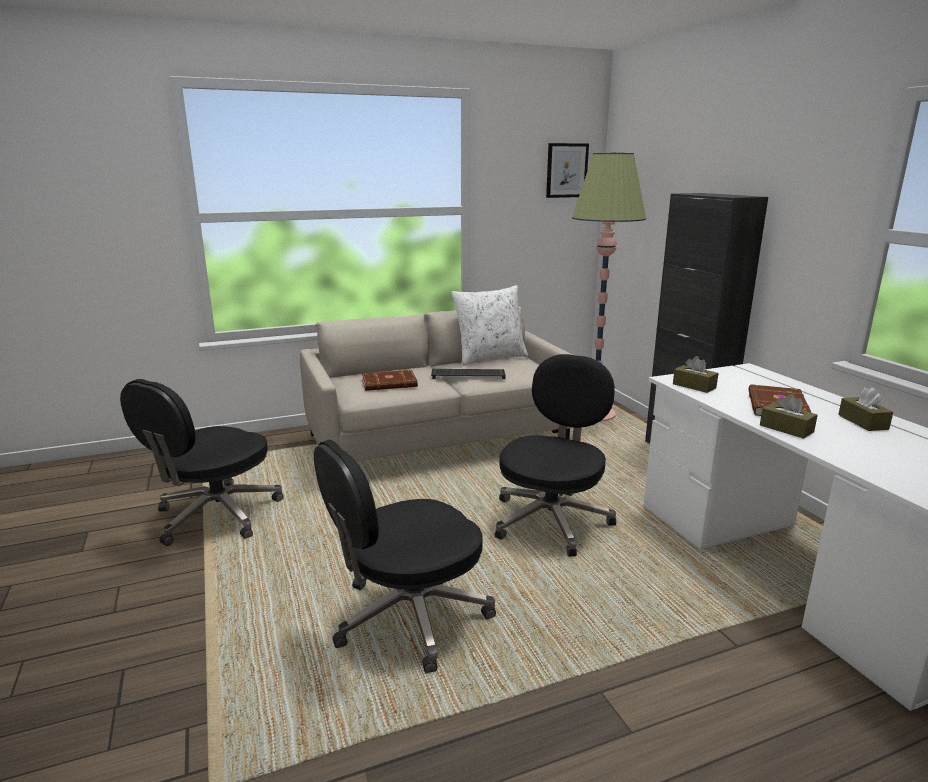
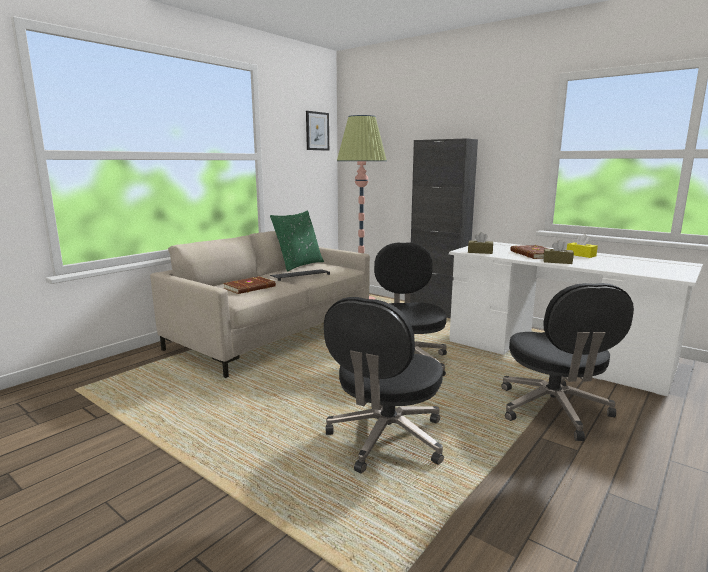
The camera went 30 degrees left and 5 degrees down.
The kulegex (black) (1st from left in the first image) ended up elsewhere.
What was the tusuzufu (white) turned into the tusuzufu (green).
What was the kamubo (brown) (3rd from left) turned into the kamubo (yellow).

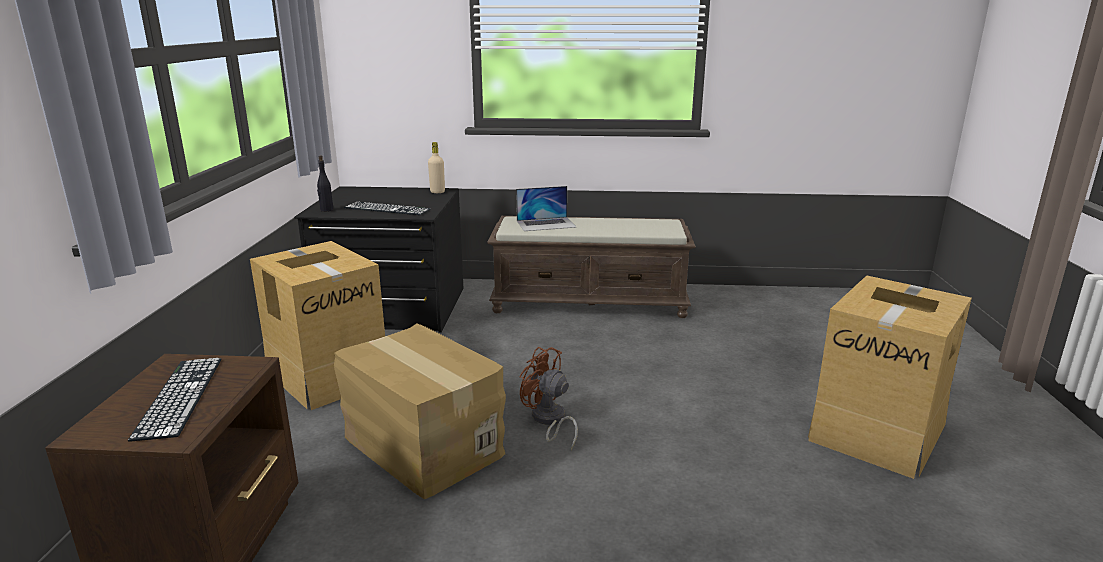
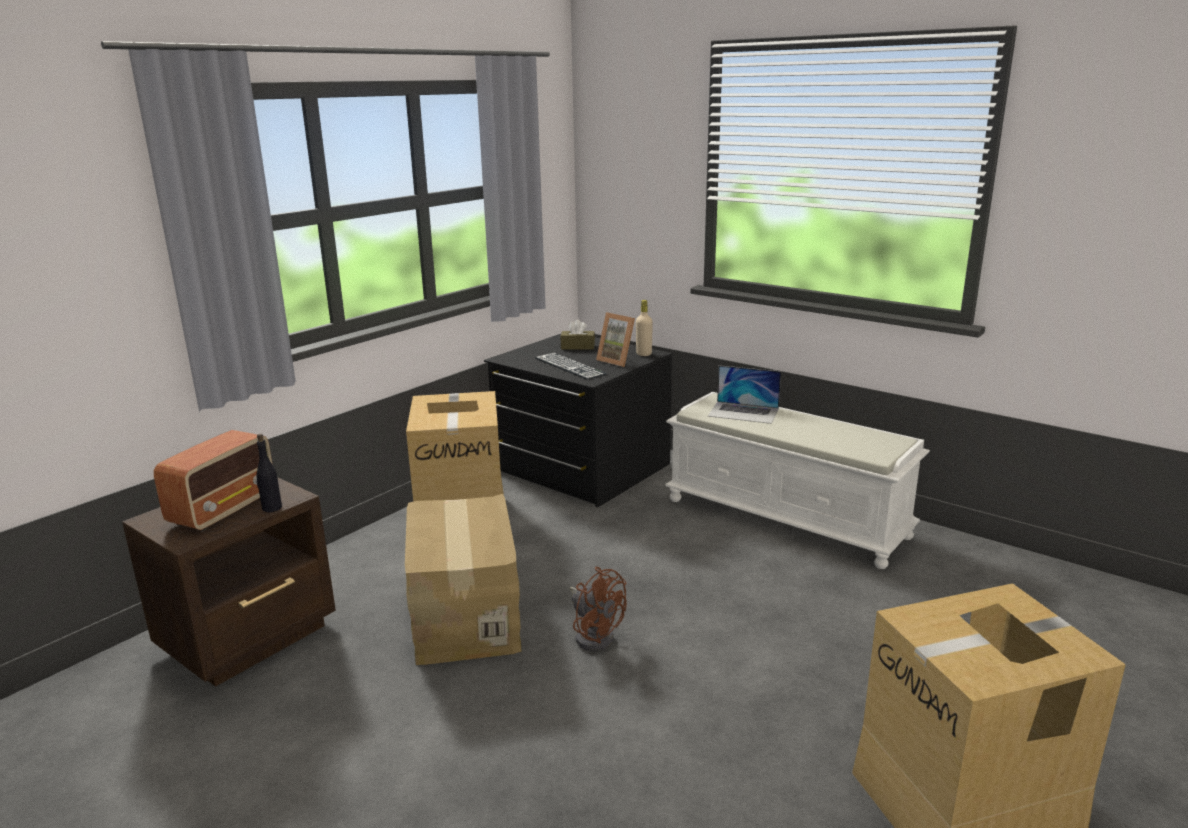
The camera went 35 degrees right and 0 degrees up.
Where the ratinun (1st from left) stood, the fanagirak came to stand.
The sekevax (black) ended up elsewhere.
What was the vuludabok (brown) turned into the vuludabok (white).
The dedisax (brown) ended up facing another way, 150 degrees clockwise from before.
The second view gained the kamubo (brown).
The second view gained the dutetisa.

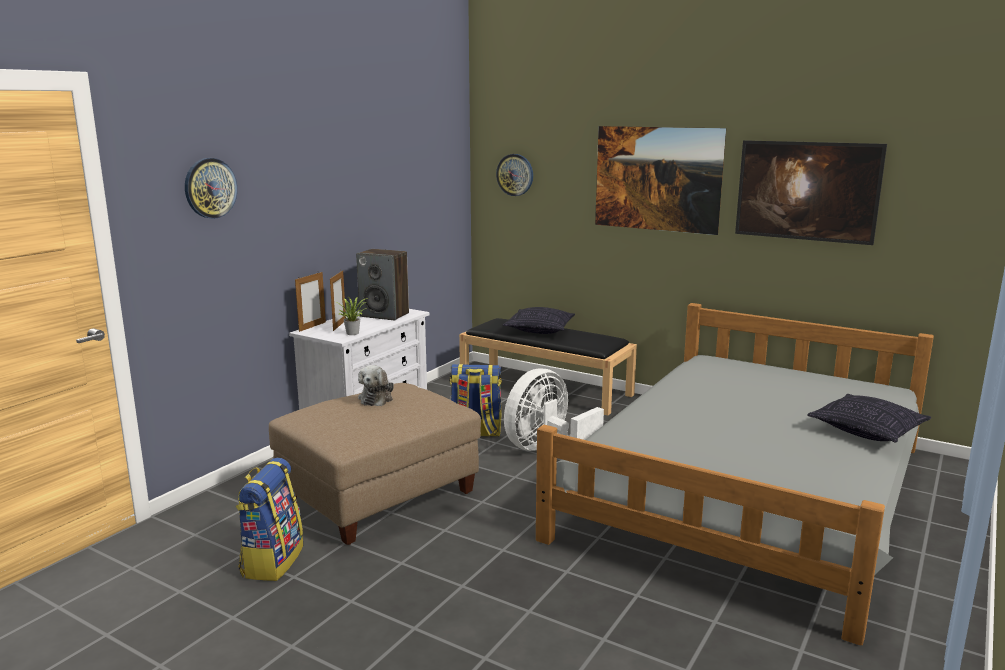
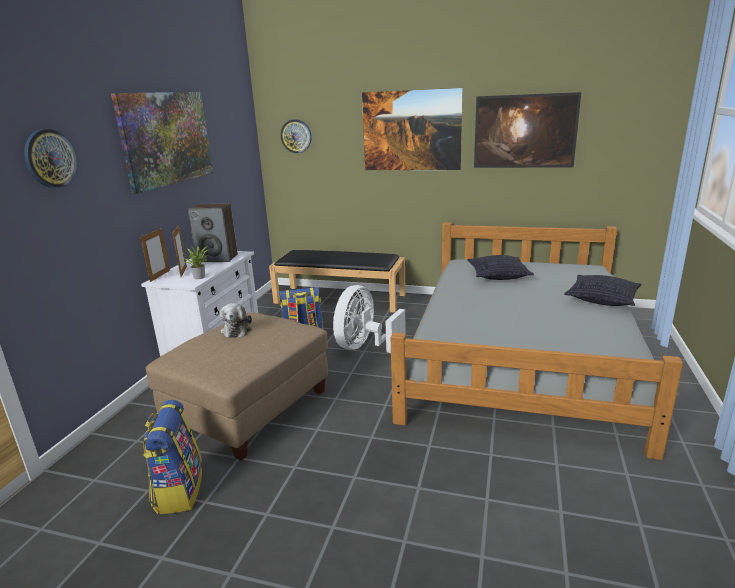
The camera went 15 degrees left and 5 degrees up.
The tusuzufu (1st from left) ended up elsewhere.
The second view gained the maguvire (1st from left).

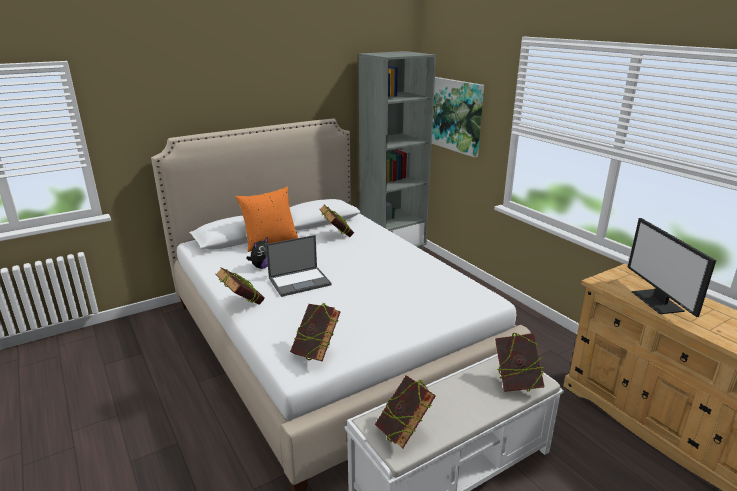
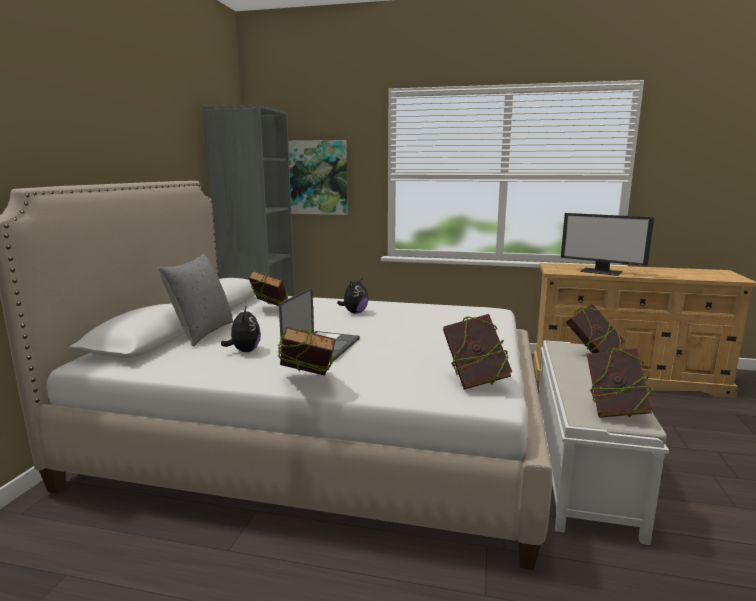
The camera went 45 degrees left and 10 degrees down.
What was the tusuzufu (orange) turned into the tusuzufu (grey).
The second view gained the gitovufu (2nd from left).

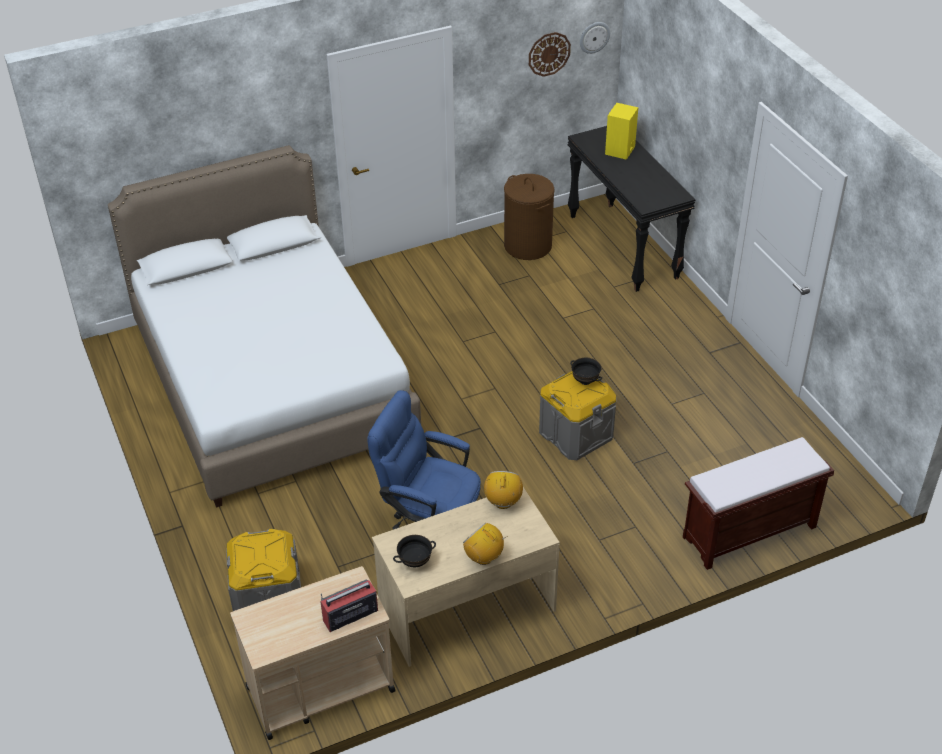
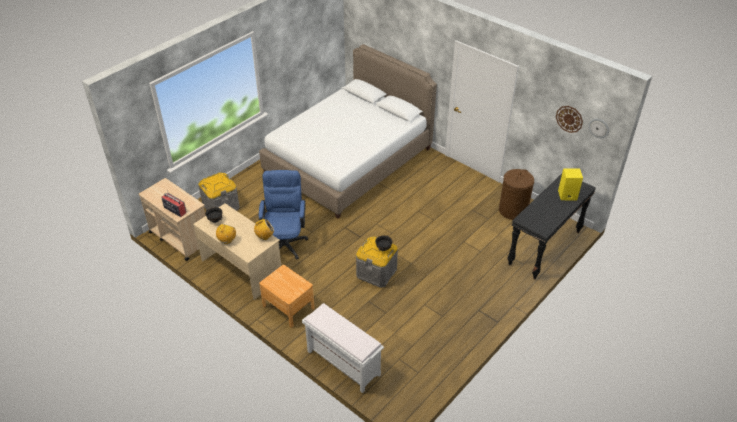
The camera went 65 degrees right and 0 degrees up.
What was the vuludabok (brown) turned into the vuludabok (white).
The second view gained the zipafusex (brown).

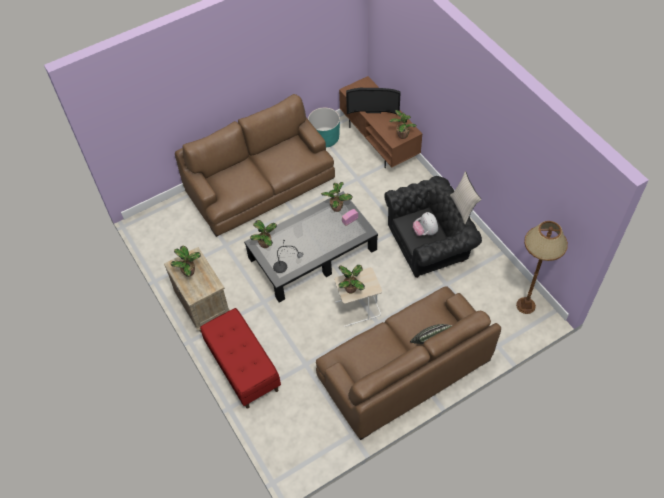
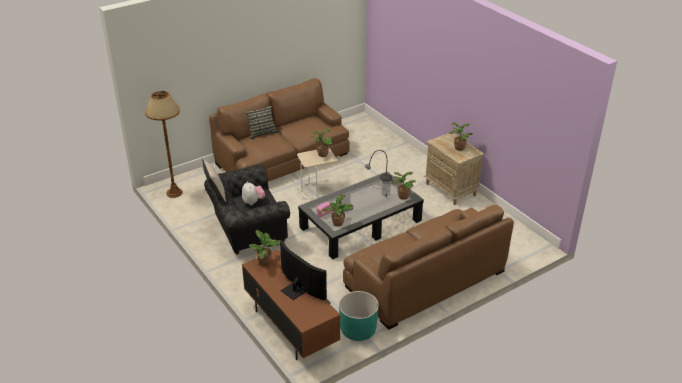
The camera went 175 degrees right and 20 degrees down.
The second view lost the vuludabok (red).
The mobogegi ended up facing another way, 45 degrees clockwise from before.

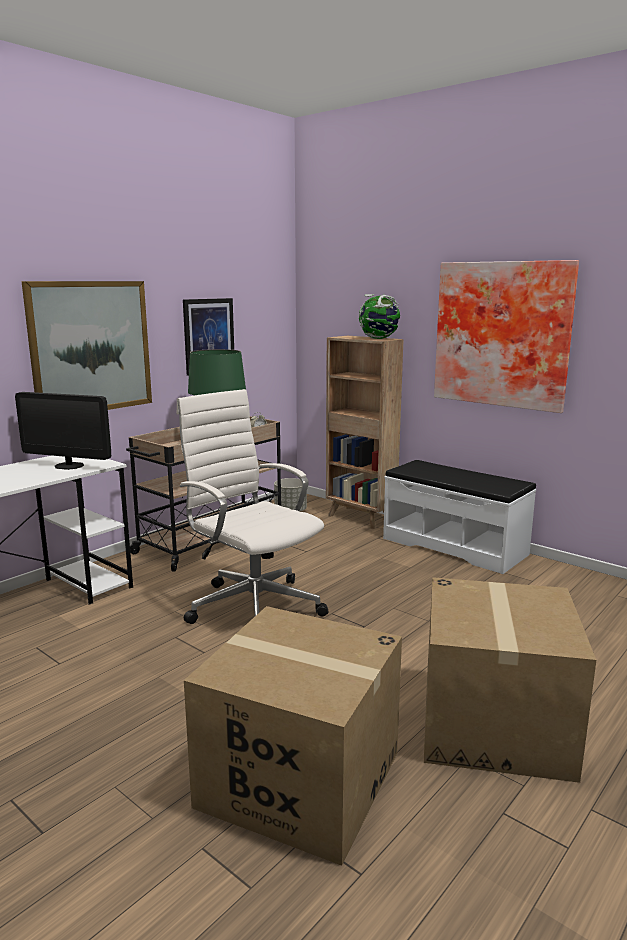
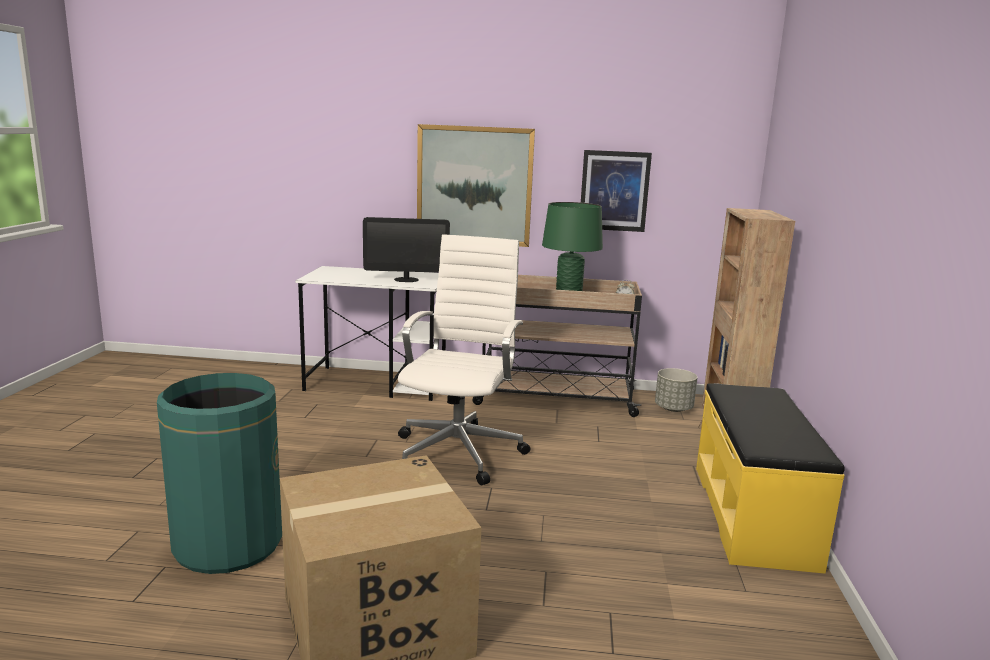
The camera went 55 degrees right and 0 degrees up.
The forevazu ended up facing another way, 75 degrees counterclockwise from before.
Where the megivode (1st from left) stood, the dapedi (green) came to stand.
The second view lost the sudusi.
What was the vuludabok (white) turned into the vuludabok (yellow).
The second view lost the maguvire (3rd from left).

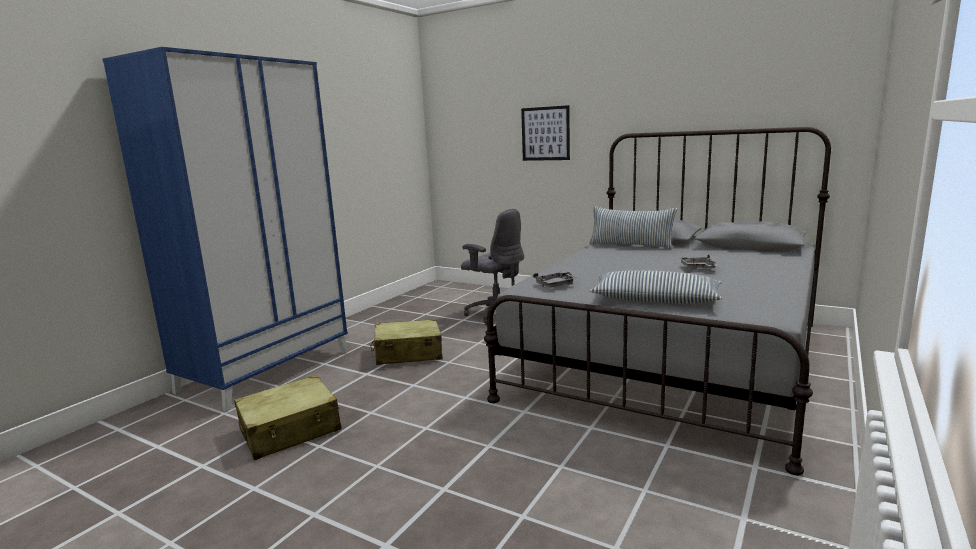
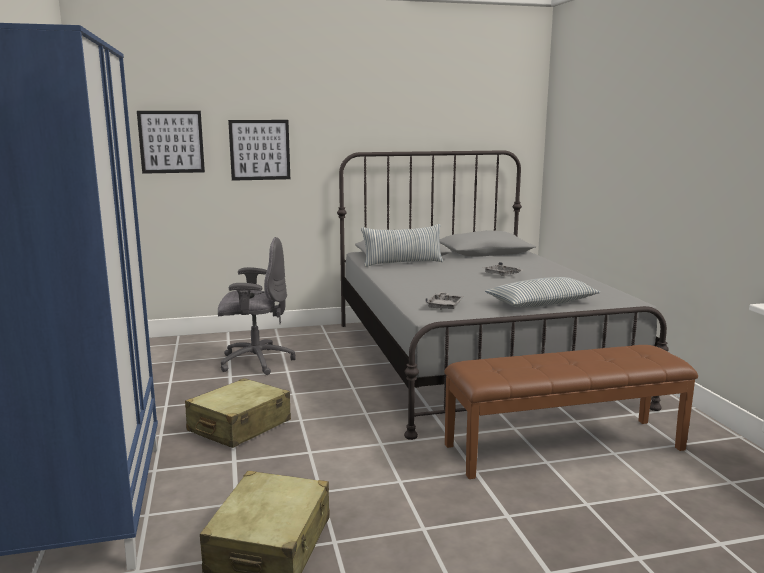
The camera went 45 degrees left and 0 degrees up.
The second view gained the maguvire (1st from left).
The second view gained the vuludabok (brown).

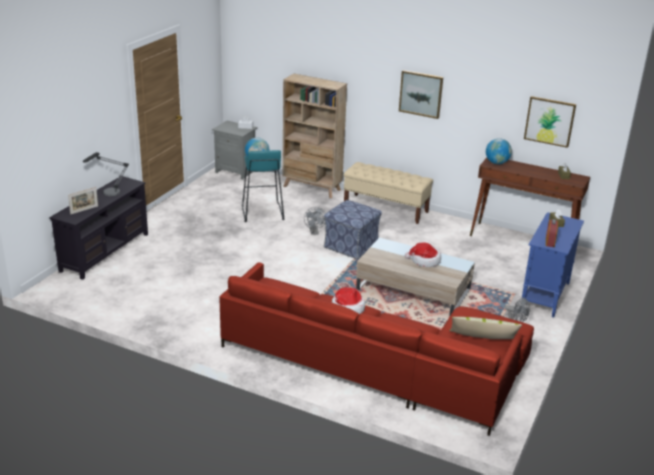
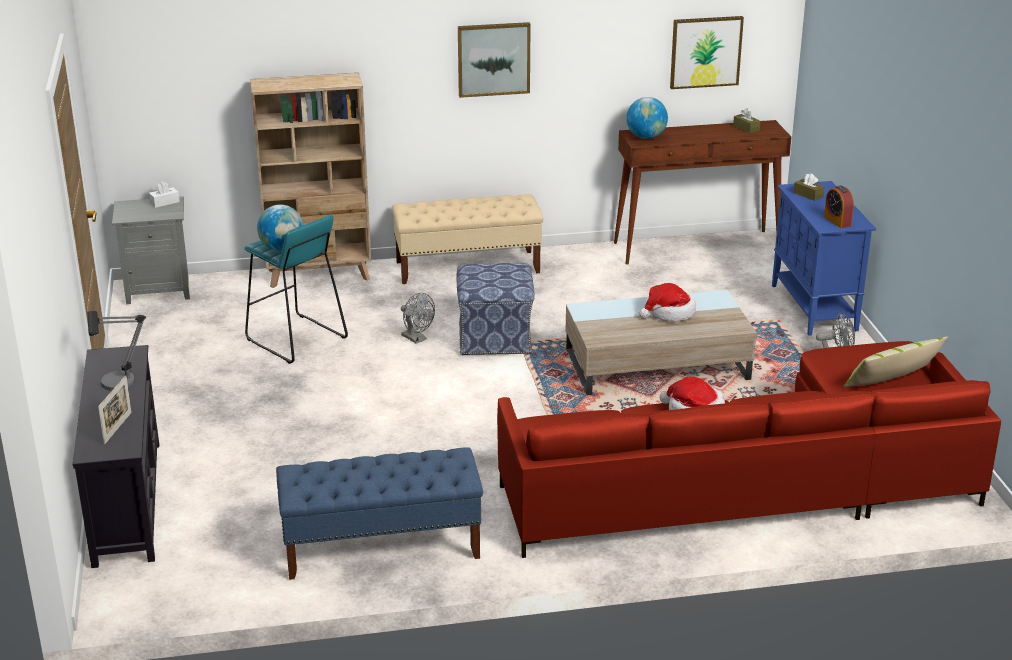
The camera went 35 degrees left and 0 degrees up.
The second view gained the vuludabok (blue).

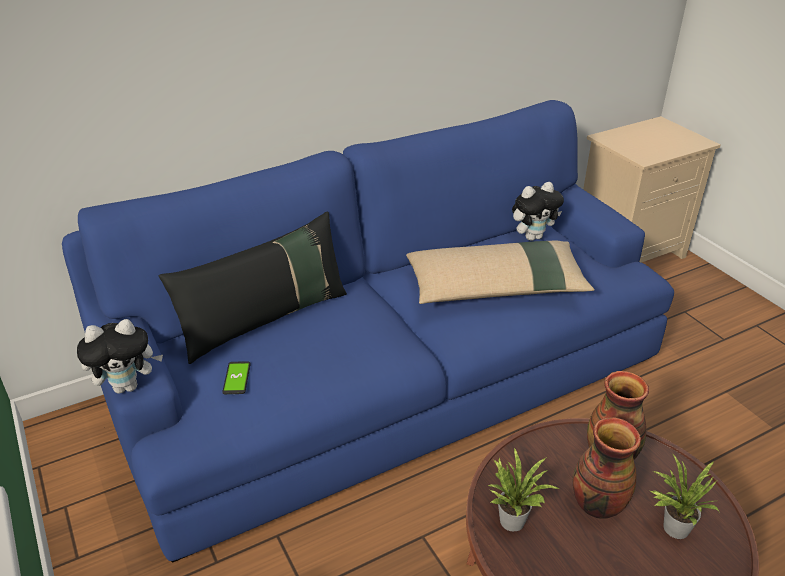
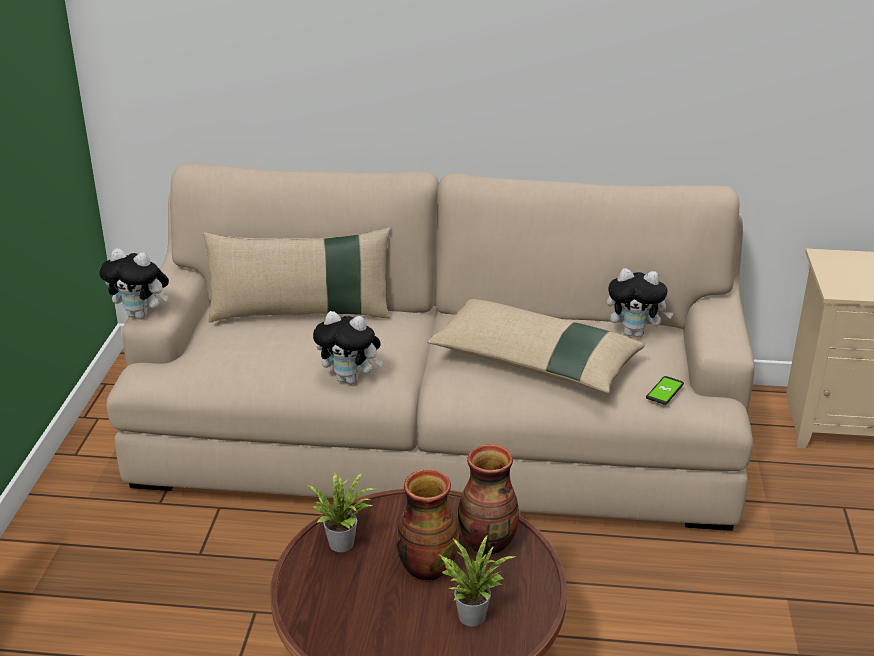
The camera went 35 degrees right and 5 degrees down.
What was the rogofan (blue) turned into the rogofan (beige).
What was the tusuzufu (black) turned into the tusuzufu (beige) (1st from left).
The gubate ended up elsewhere.
The second view gained the gitovufu (2nd from left).

